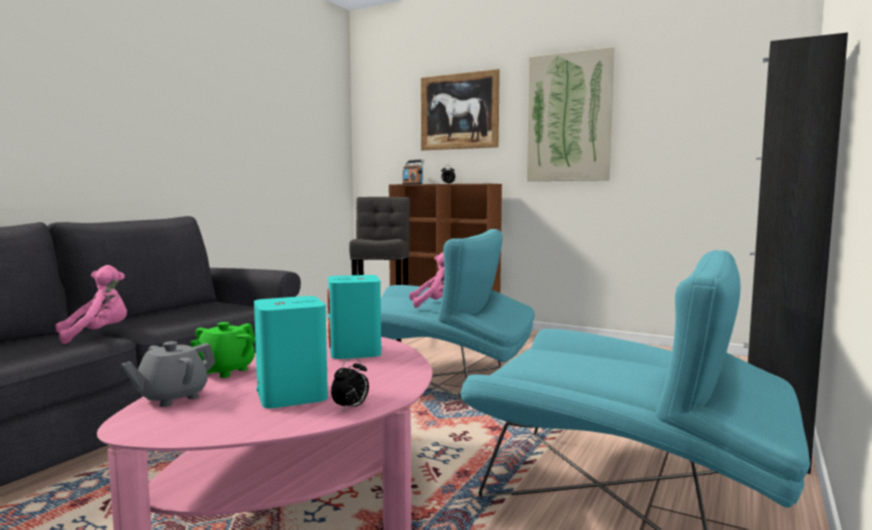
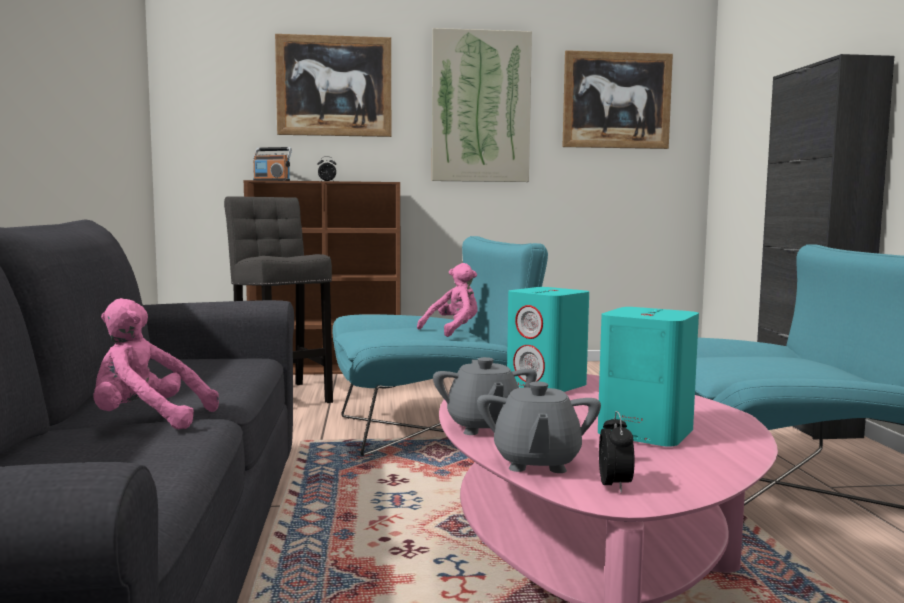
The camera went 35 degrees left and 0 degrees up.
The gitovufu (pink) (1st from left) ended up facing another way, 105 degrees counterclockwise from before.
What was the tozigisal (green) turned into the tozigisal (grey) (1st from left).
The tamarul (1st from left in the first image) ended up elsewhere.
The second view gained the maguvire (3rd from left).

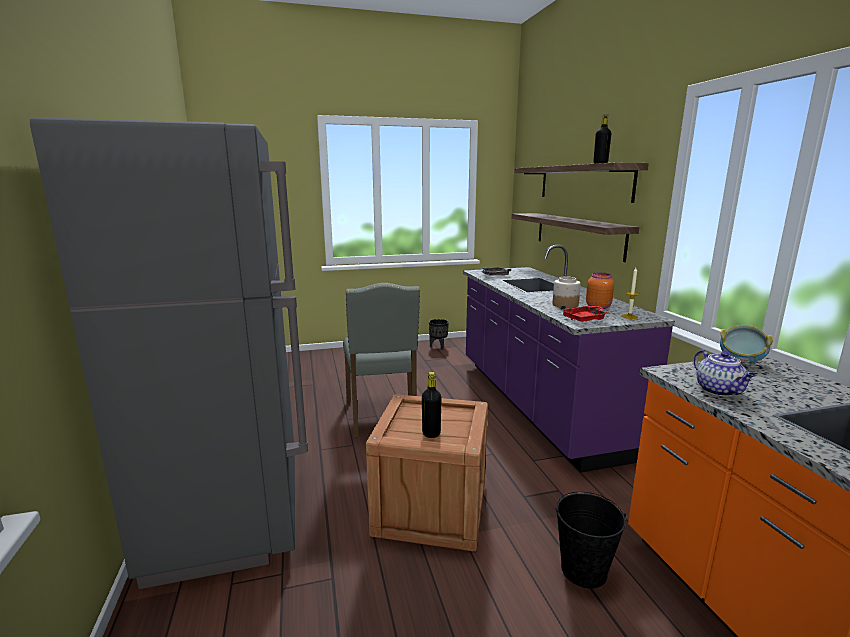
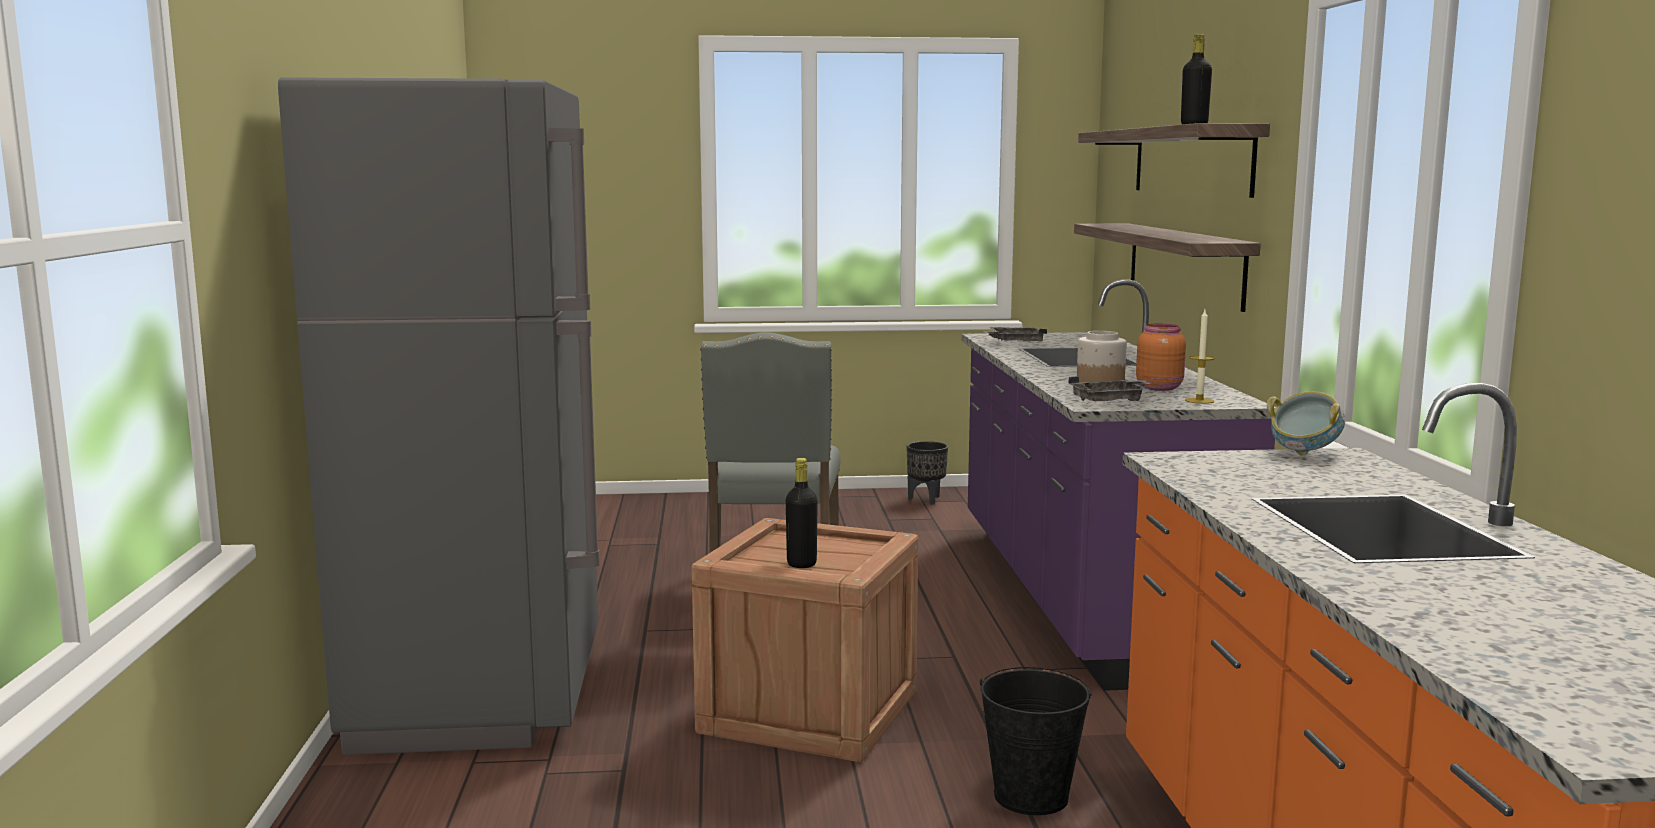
The camera went 10 degrees right and 5 degrees down.
What was the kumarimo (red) turned into the kumarimo (grey) (2nd from left).
The second view lost the tozigisal.

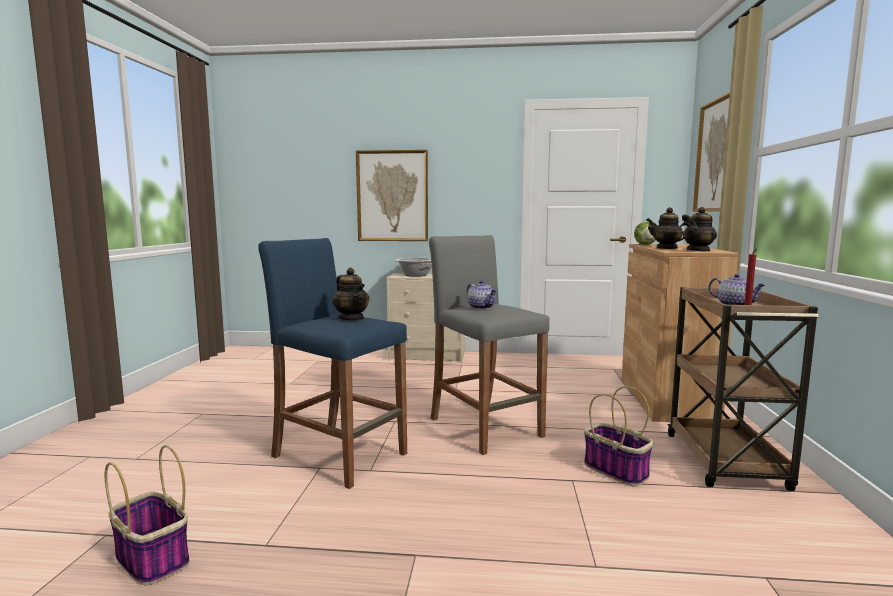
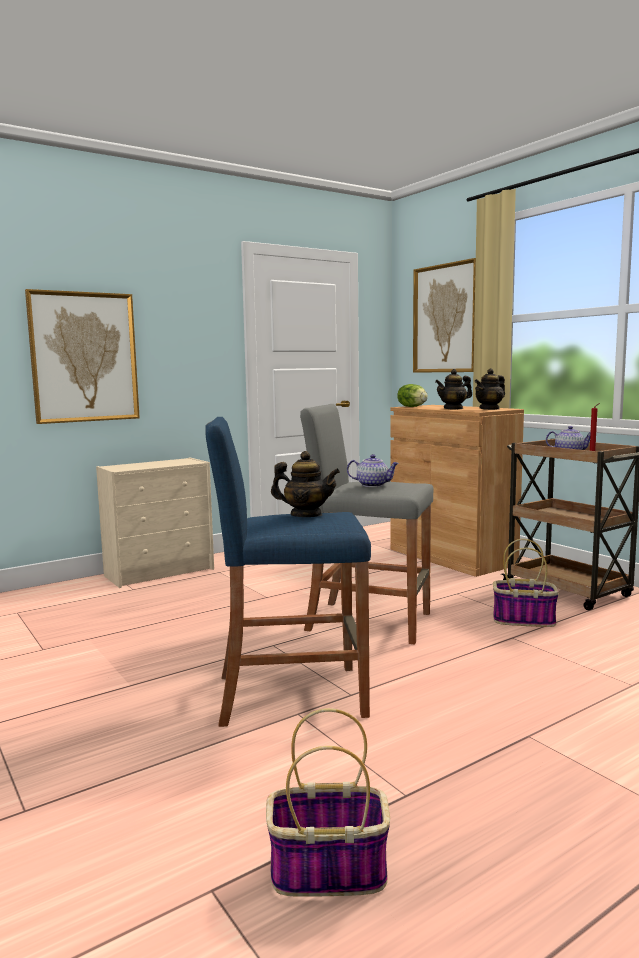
The camera went 40 degrees left and 0 degrees up.
The second view lost the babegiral.
The tozigisal (4th from left) ended up facing another way, 45 degrees clockwise from before.

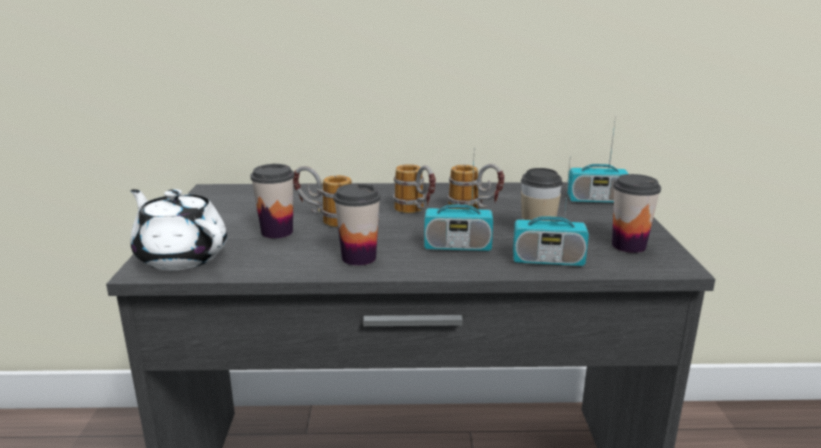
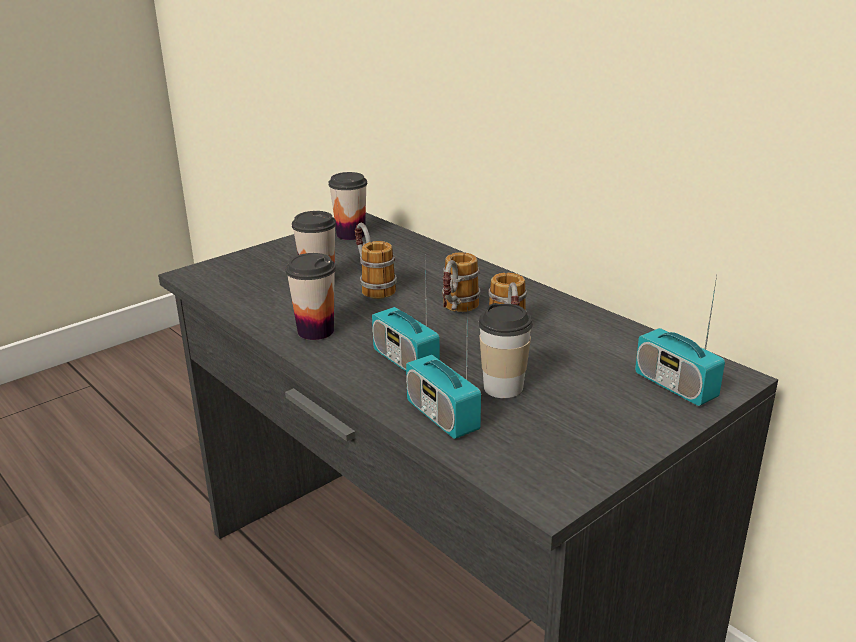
The camera went 50 degrees right and 5 degrees up.
The second view lost the tozigisal (white).
The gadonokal (4th from left in the first image) ended up elsewhere.

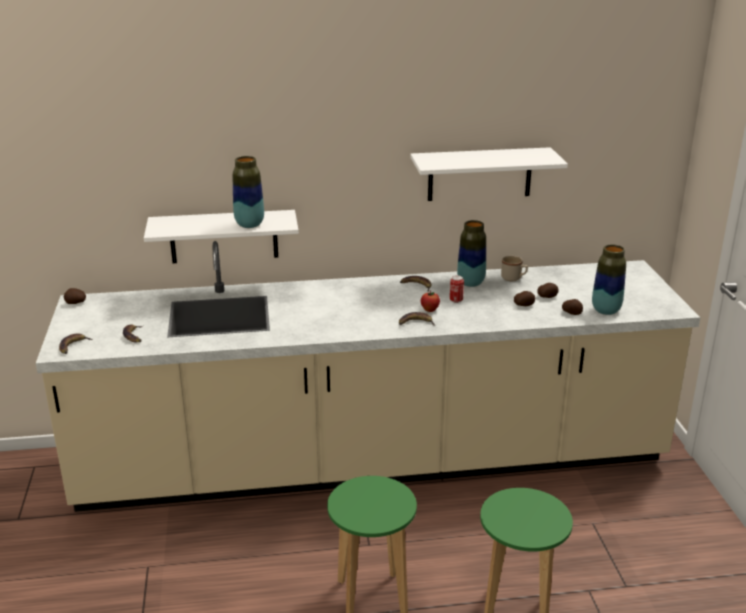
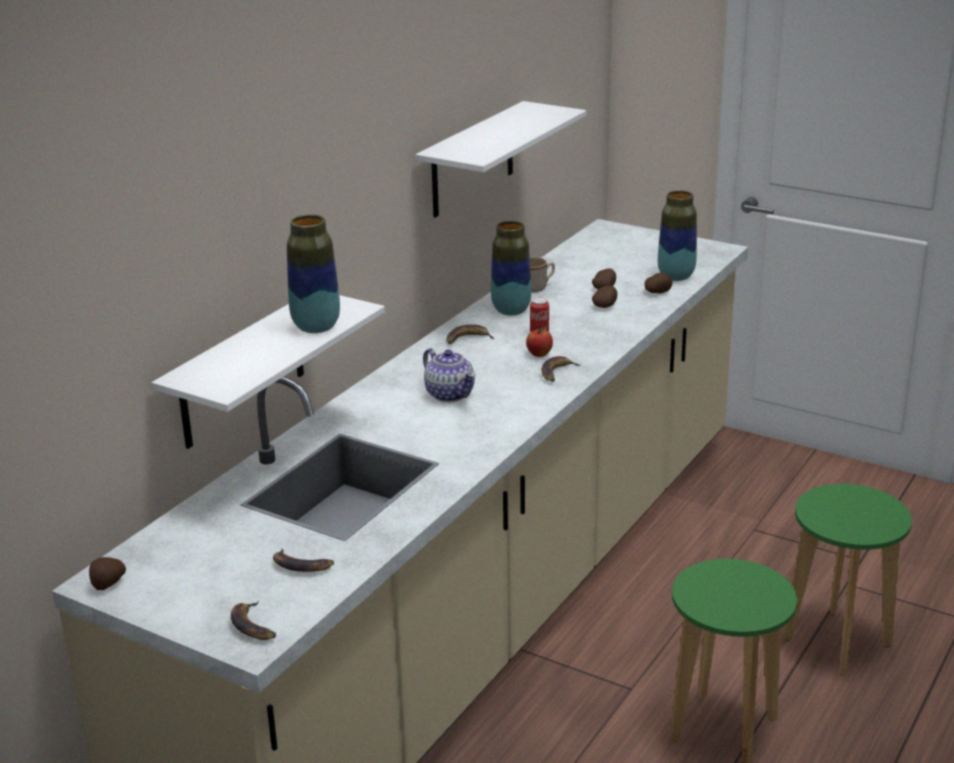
The camera went 50 degrees left and 0 degrees up.
The second view gained the tozigisal.

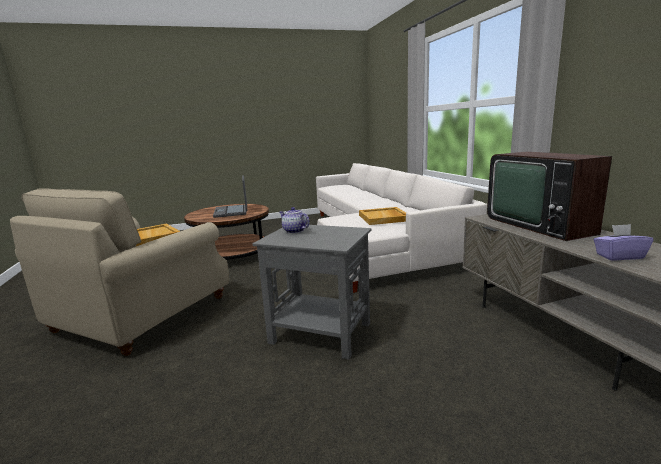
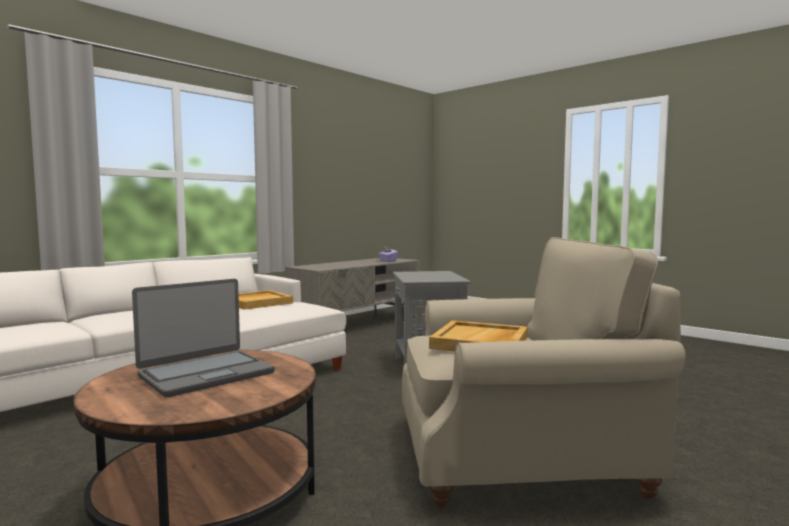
The camera went 120 degrees left and 10 degrees down.
The second view lost the tozigisal.
The second view lost the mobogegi.

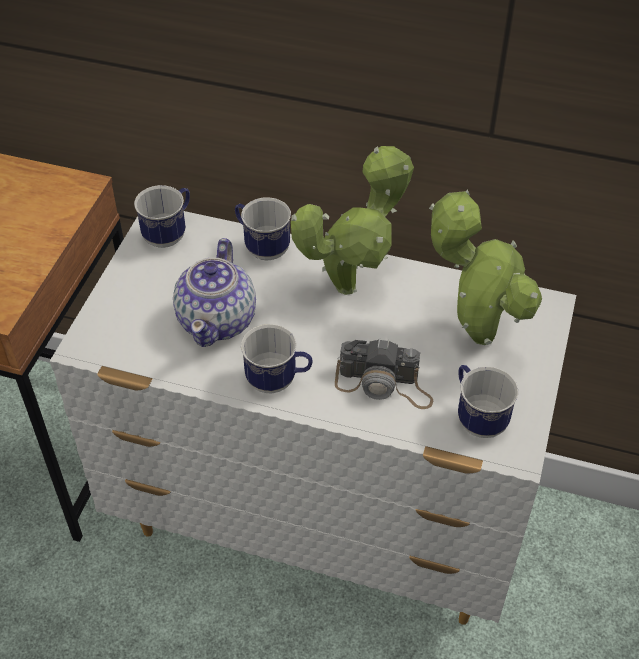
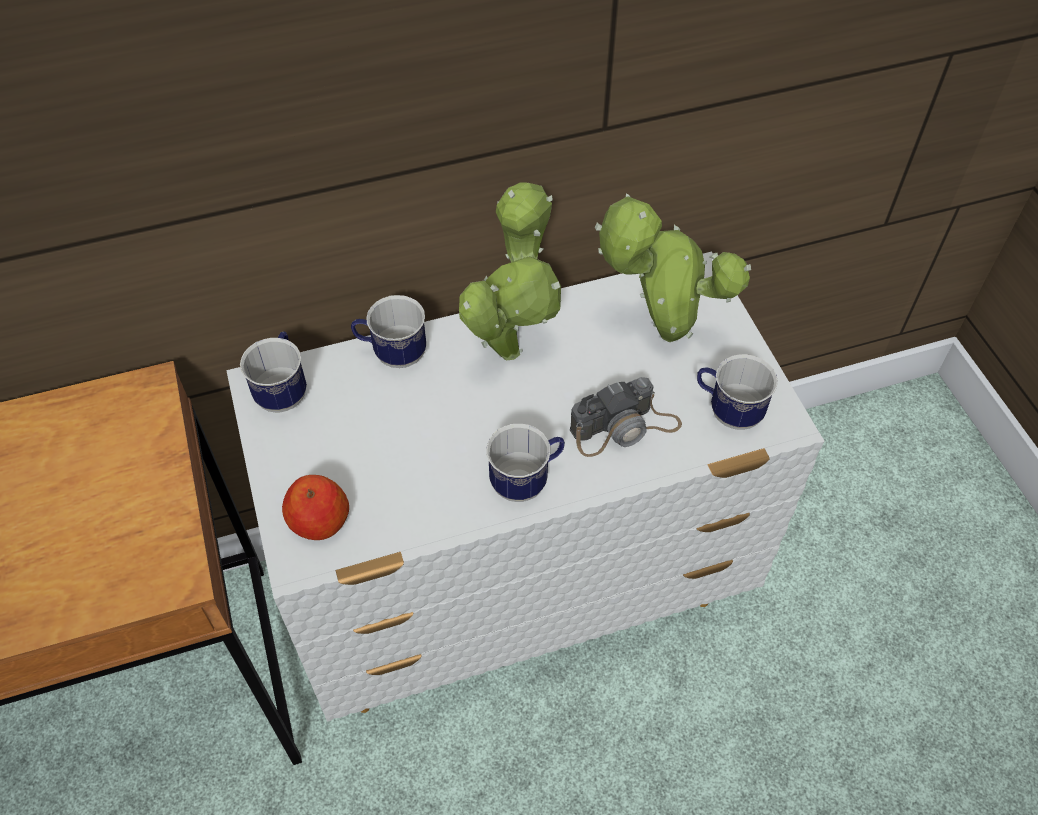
The camera went 35 degrees left and 5 degrees up.
The second view lost the tozigisal.
The second view gained the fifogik.

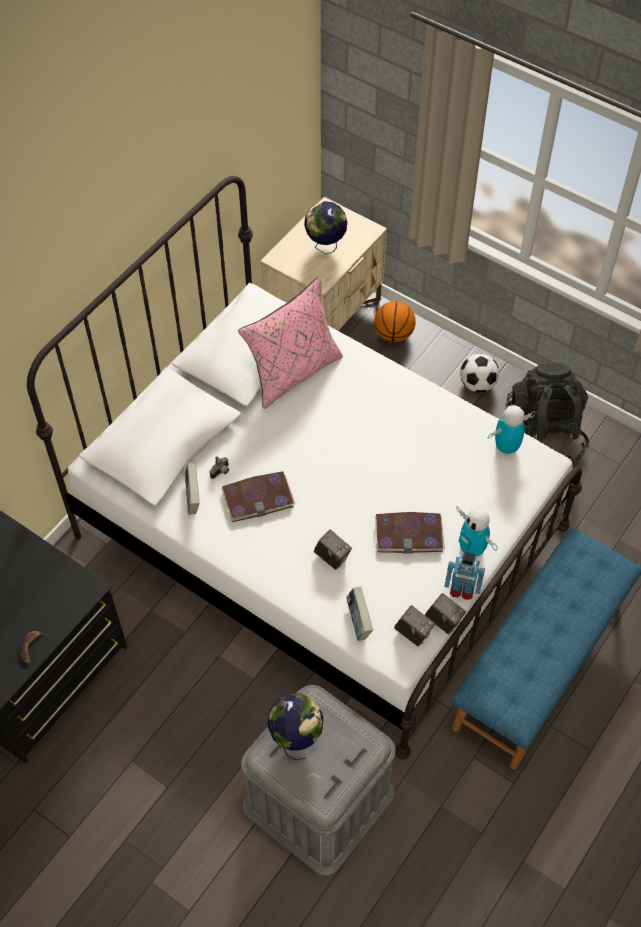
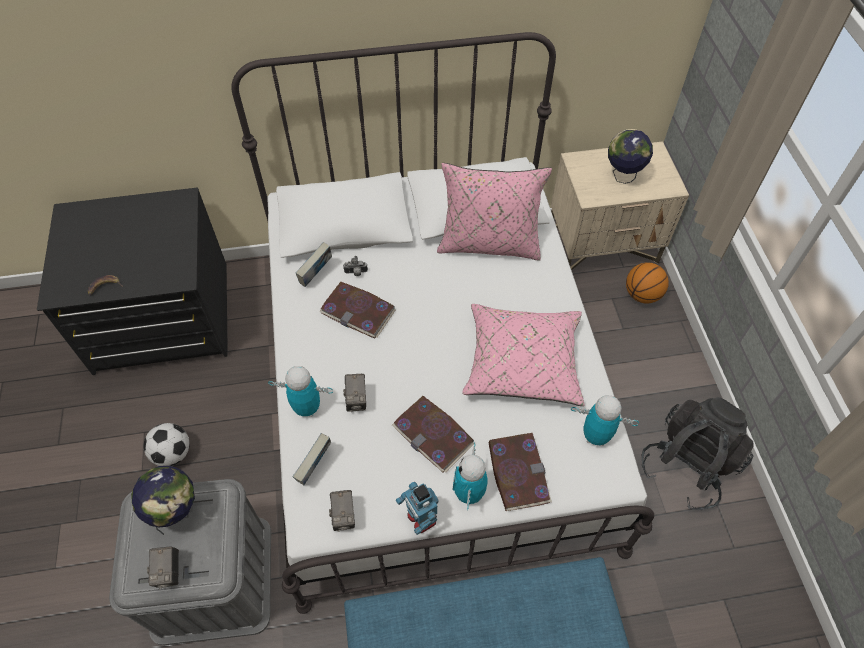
The camera went 45 degrees right and 0 degrees up.
The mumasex (4th from left in the first image) ended up elsewhere.
The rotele ended up elsewhere.
The second view gained the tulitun (1st from left).
The second view gained the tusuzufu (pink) (2nd from left).
The second view gained the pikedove (5th from left).

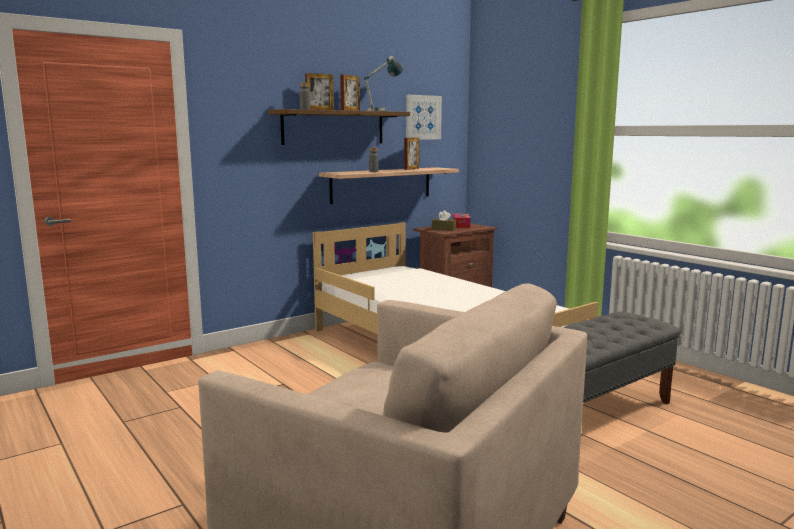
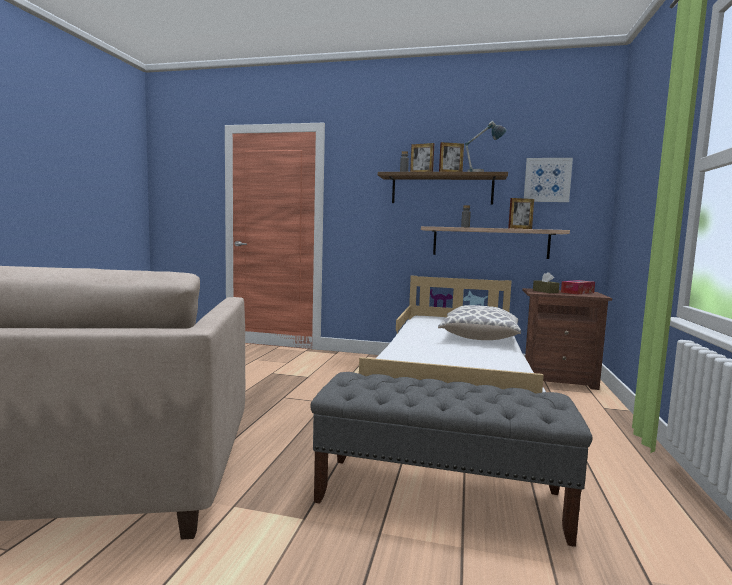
The camera went 50 degrees right and 5 degrees down.
The second view gained the tusuzufu.

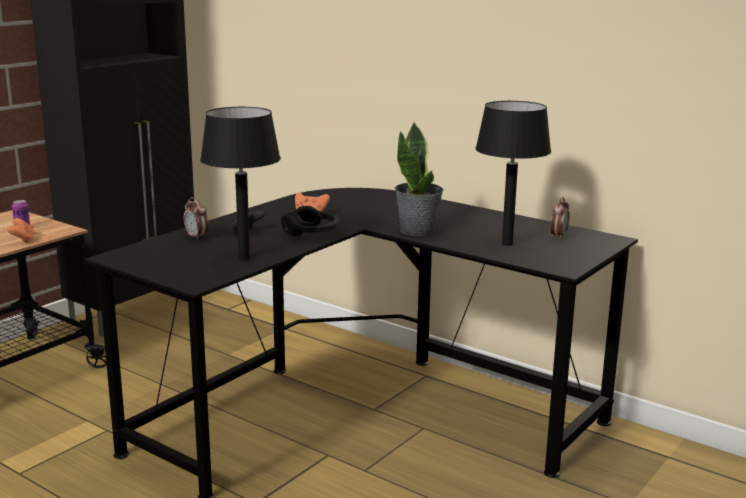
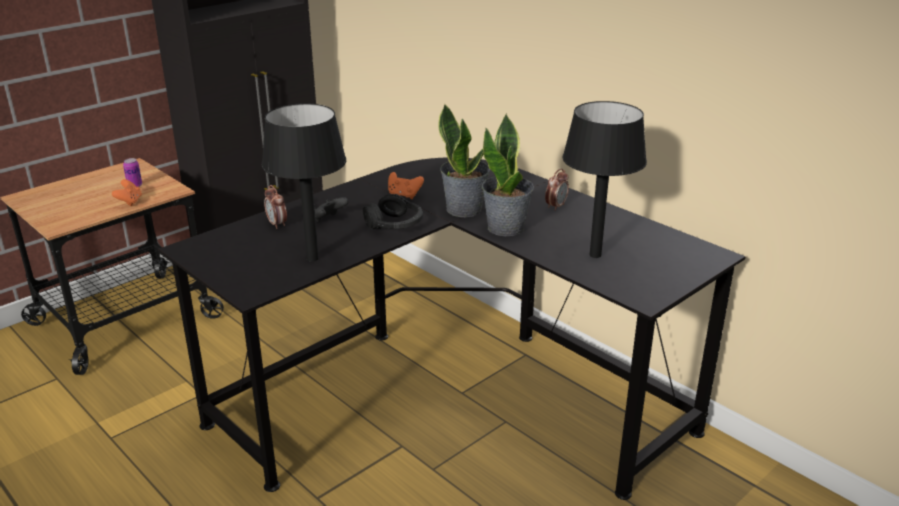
The camera went 10 degrees right and 10 degrees up.
The tamarul (2nd from left) ended up elsewhere.
The second view gained the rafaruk (1st from left).

